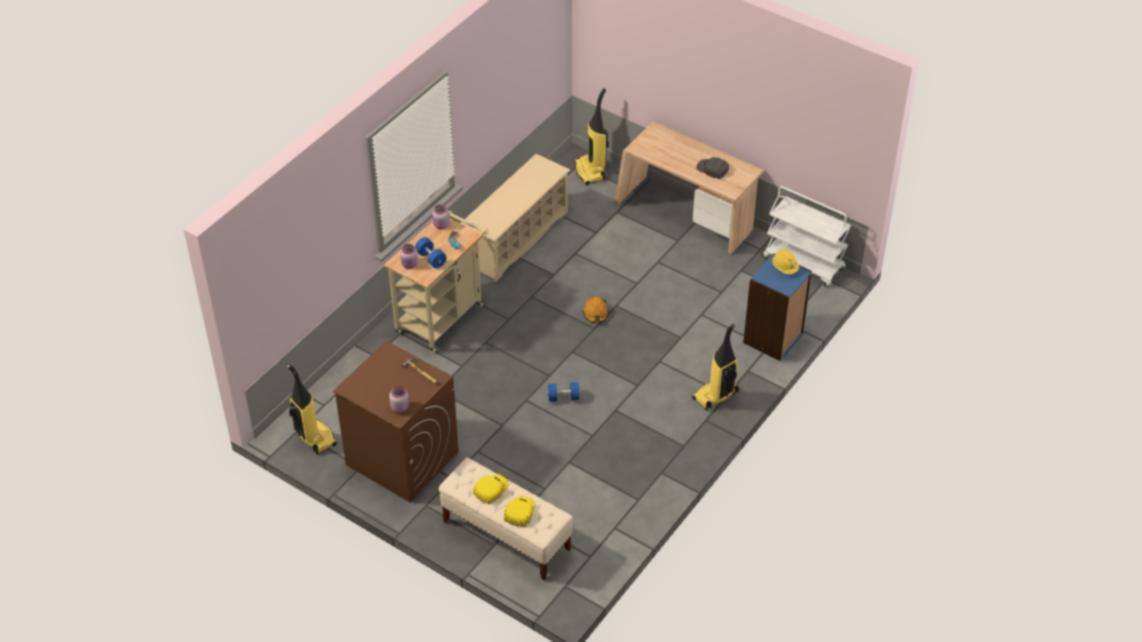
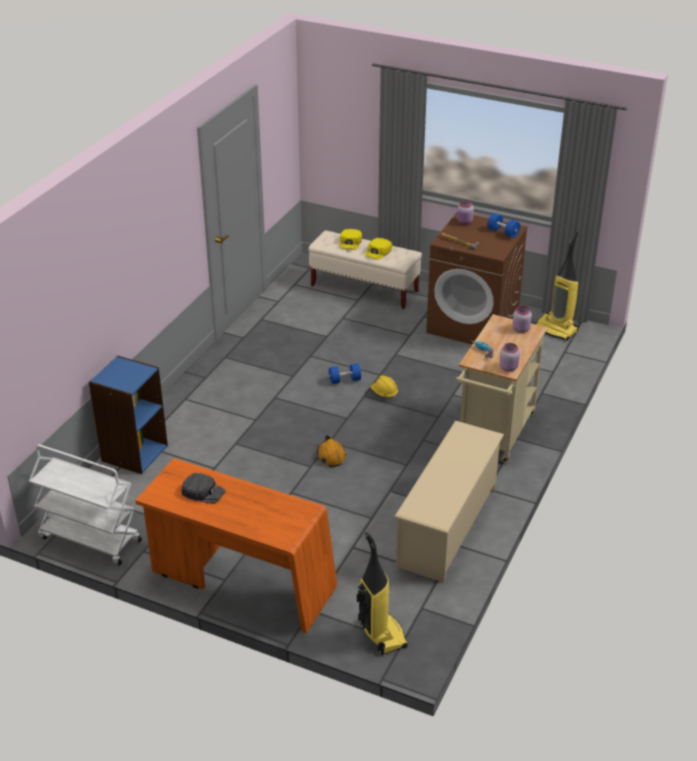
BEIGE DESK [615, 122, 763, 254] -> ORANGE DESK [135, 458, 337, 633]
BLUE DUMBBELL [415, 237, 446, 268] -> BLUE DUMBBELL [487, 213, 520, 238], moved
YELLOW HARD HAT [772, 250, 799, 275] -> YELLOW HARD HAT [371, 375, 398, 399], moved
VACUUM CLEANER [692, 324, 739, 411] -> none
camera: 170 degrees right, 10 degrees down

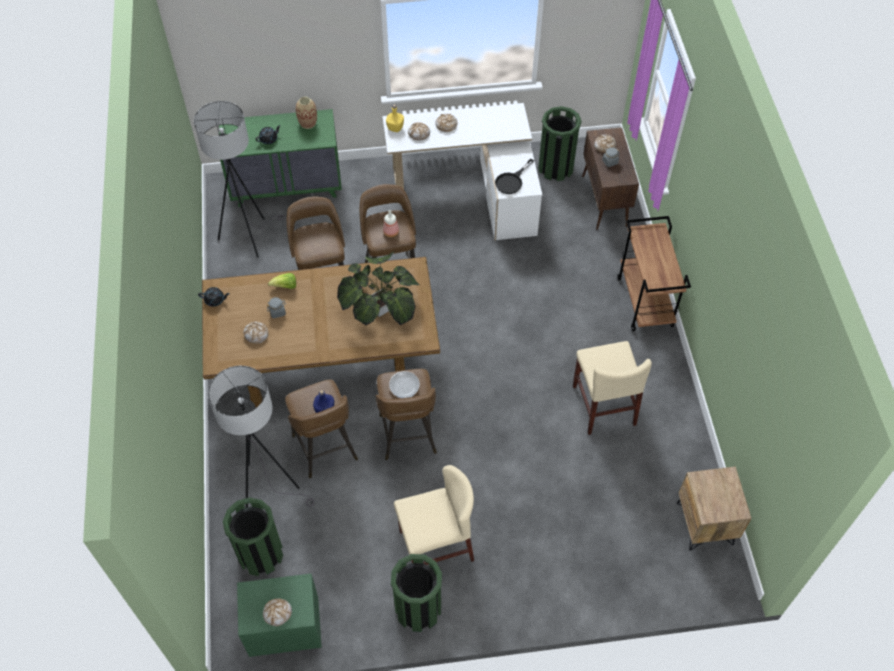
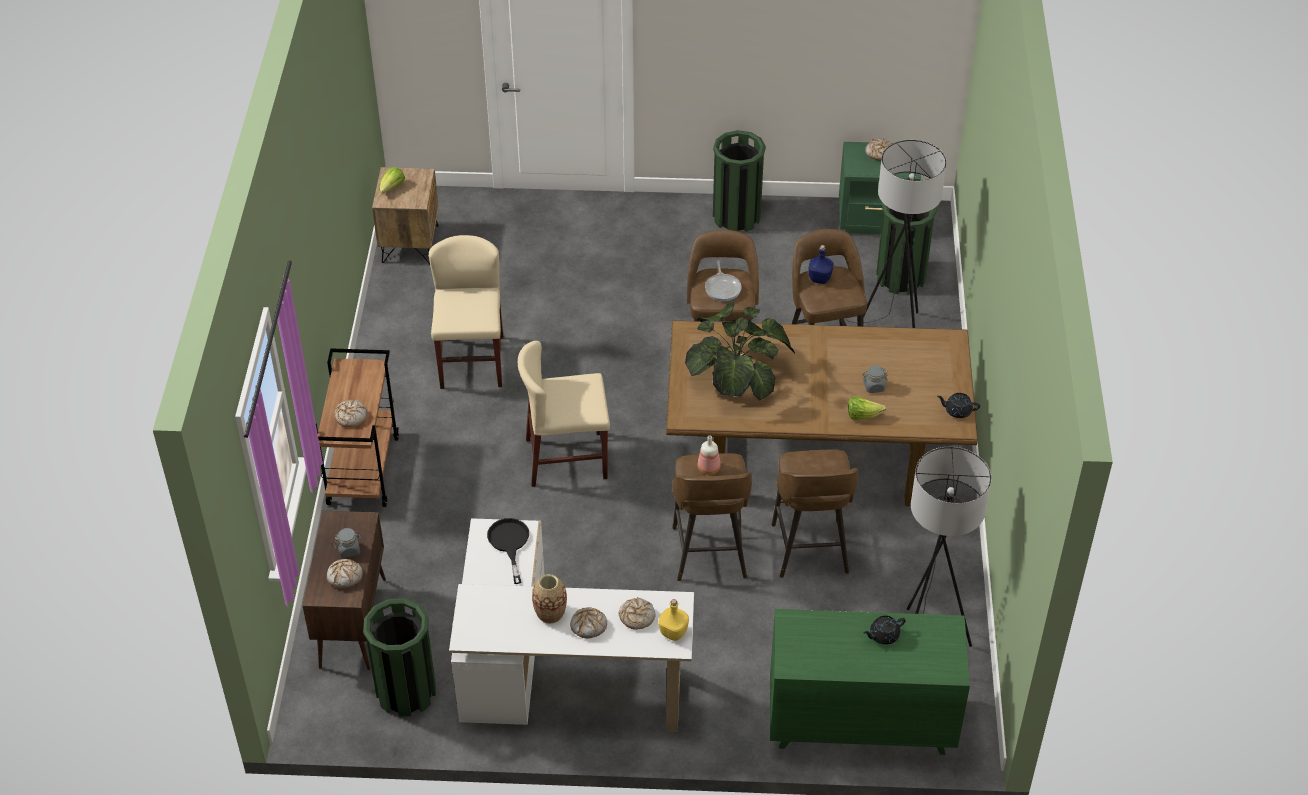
VASE [296, 97, 317, 129] -> VASE [532, 574, 567, 624], moved
BLACK FRYING PAN [495, 159, 534, 194] -> BLACK FRYING PAN [487, 518, 529, 584], 60 degrees counterclockwise
BREAD [244, 321, 269, 343] -> BREAD [334, 399, 367, 427], moved
BEIGE CHAIR [394, 465, 474, 565] -> BEIGE CHAIR [518, 341, 610, 487], moved
none -> LETTUCE [380, 167, 405, 194]
camera: 170 degrees left, 10 degrees down

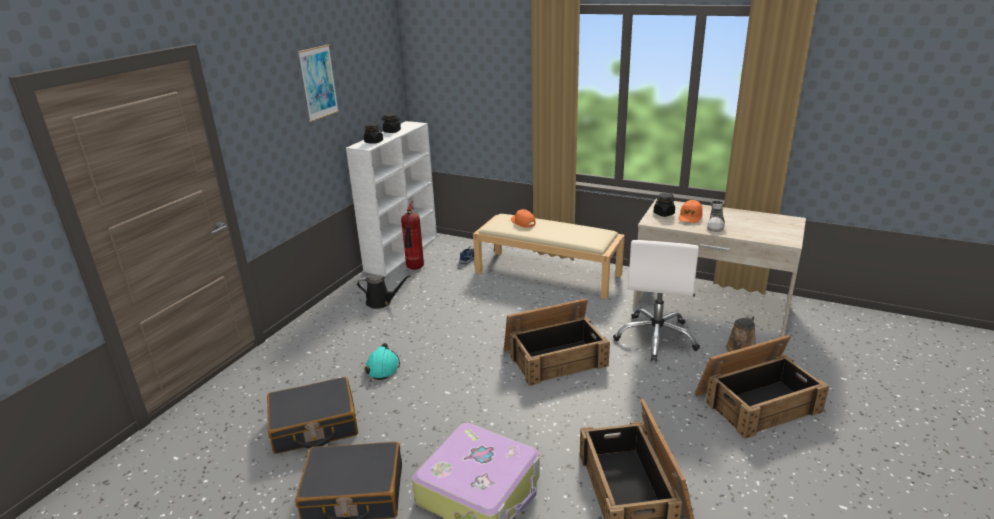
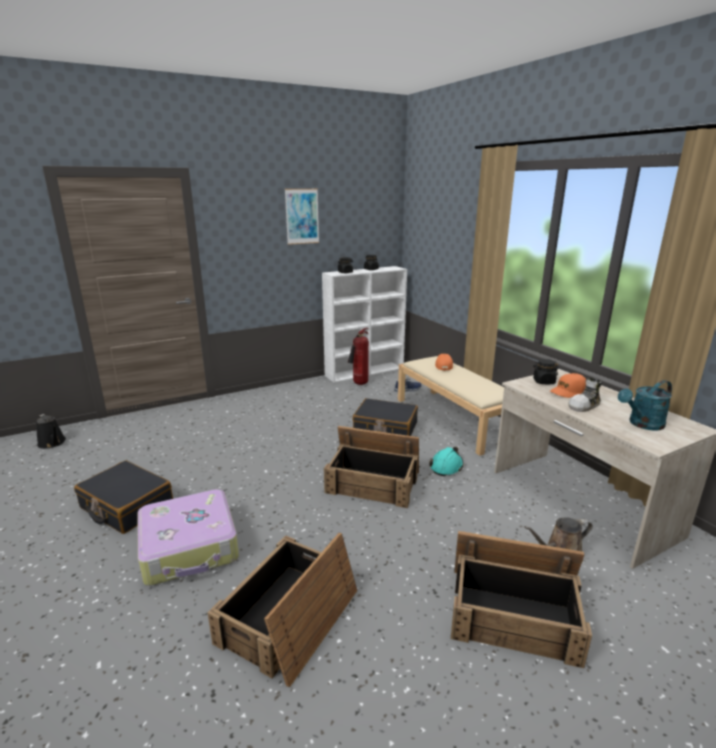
WHITE OFFICE CHAIR [613, 240, 700, 362] -> none
BLACK WATERING CAN [357, 275, 410, 309] -> BLACK WATERING CAN [36, 414, 66, 449], moved
TURQUOISE HARD HAT [365, 343, 400, 380] -> TURQUOISE HARD HAT [429, 447, 463, 476], moved
BLACK SUITCASE [267, 377, 358, 454] -> BLACK SUITCASE [353, 398, 418, 436], moved
none -> TURQUOISE WATERING CAN [618, 380, 672, 430]
camera: 35 degrees right, 5 degrees down

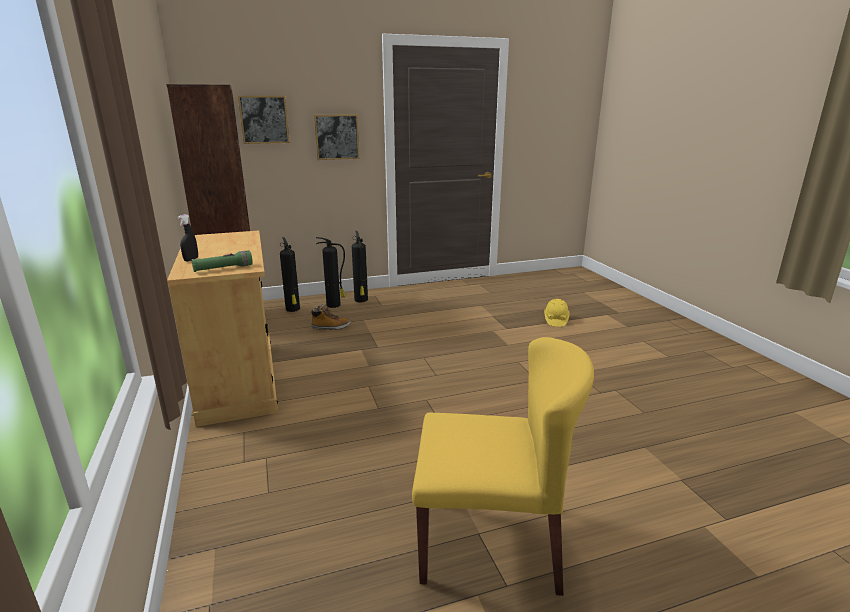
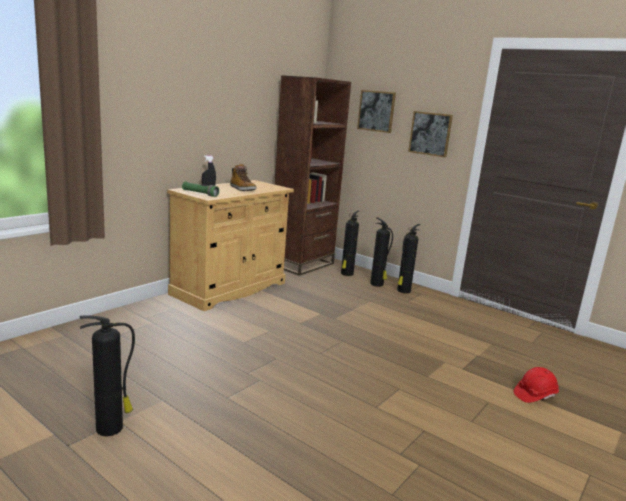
YELLOW HARD HAT [544, 299, 570, 327] -> RED HARD HAT [513, 367, 559, 403]
BOOT [310, 304, 351, 330] -> BOOT [230, 163, 257, 191], moved
YELLOW CHAIR [412, 337, 594, 596] -> FIRE EXTINGUISHER [80, 315, 135, 436]
camera: 55 degrees right, 5 degrees down

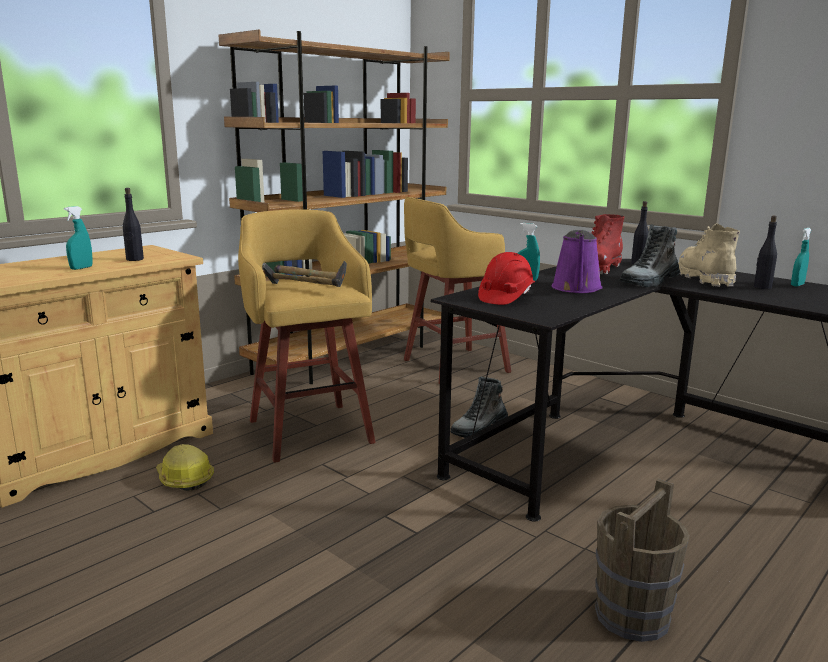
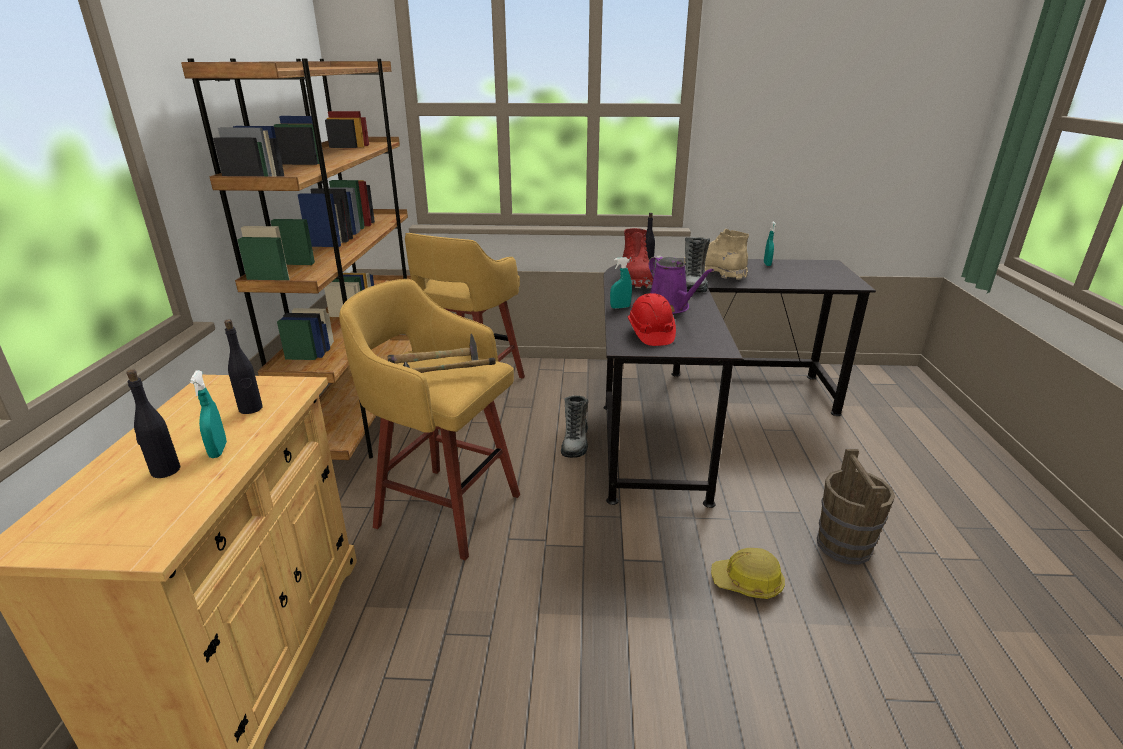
BLACK BOTTLE [754, 216, 777, 289] -> BLACK BOTTLE [126, 369, 181, 478], moved
HARD HAT [156, 444, 214, 491] -> HARD HAT [711, 548, 785, 599], moved
camera: 40 degrees left, 10 degrees up

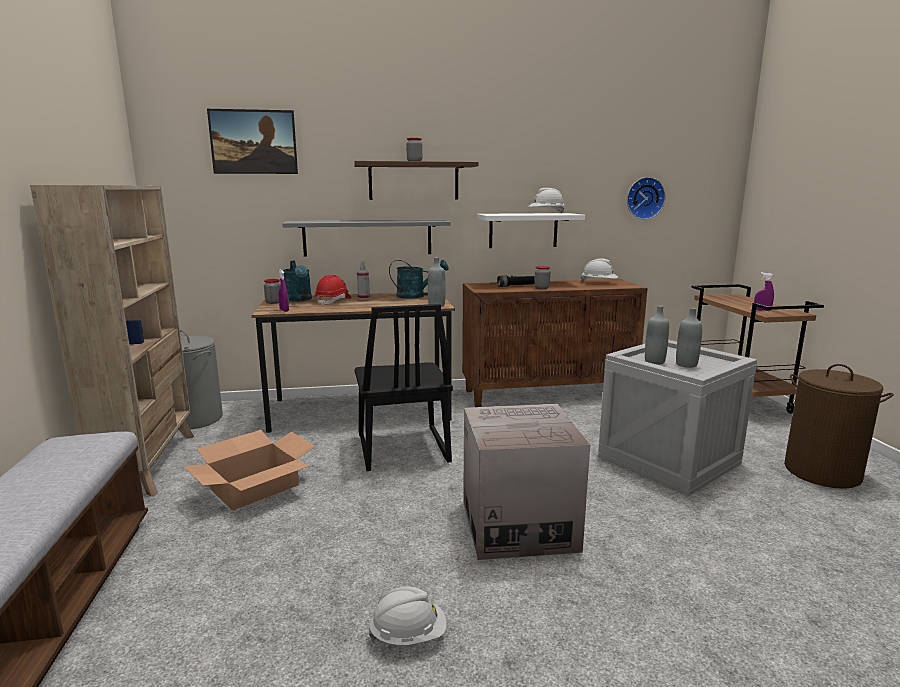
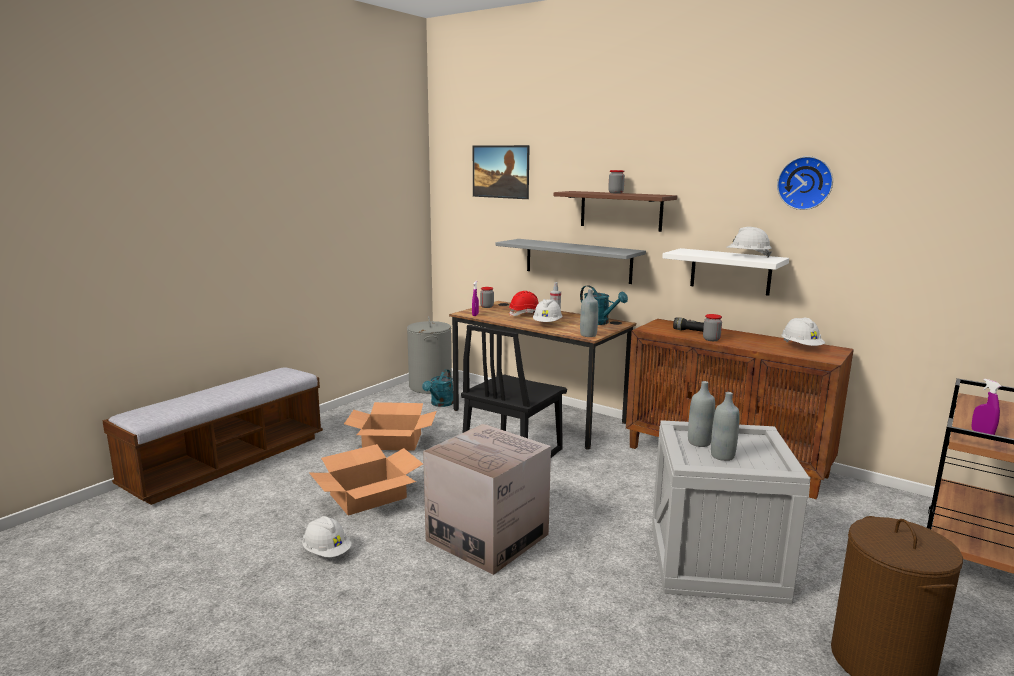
WALL CLOCK [627, 177, 666, 220] -> WALL CLOCK [777, 156, 833, 210], moved
BEIGE BOOKCASE [30, 185, 194, 496] -> none
TURQUOISE WATERING CAN [283, 261, 312, 301] -> TURQUOISE WATERING CAN [422, 369, 453, 407], moved
none -> WHITE HARD HAT [533, 299, 562, 322]
none -> CARDBOARD BOX [309, 444, 423, 516]
camera: 45 degrees right, 0 degrees up

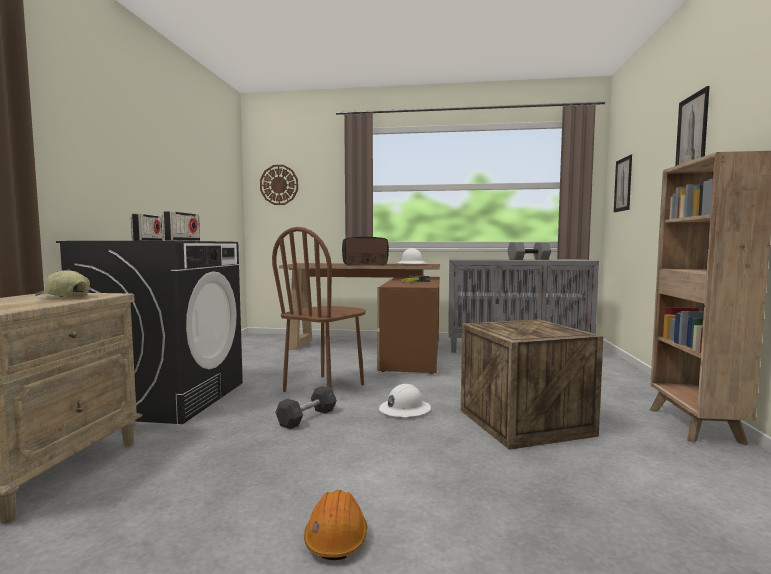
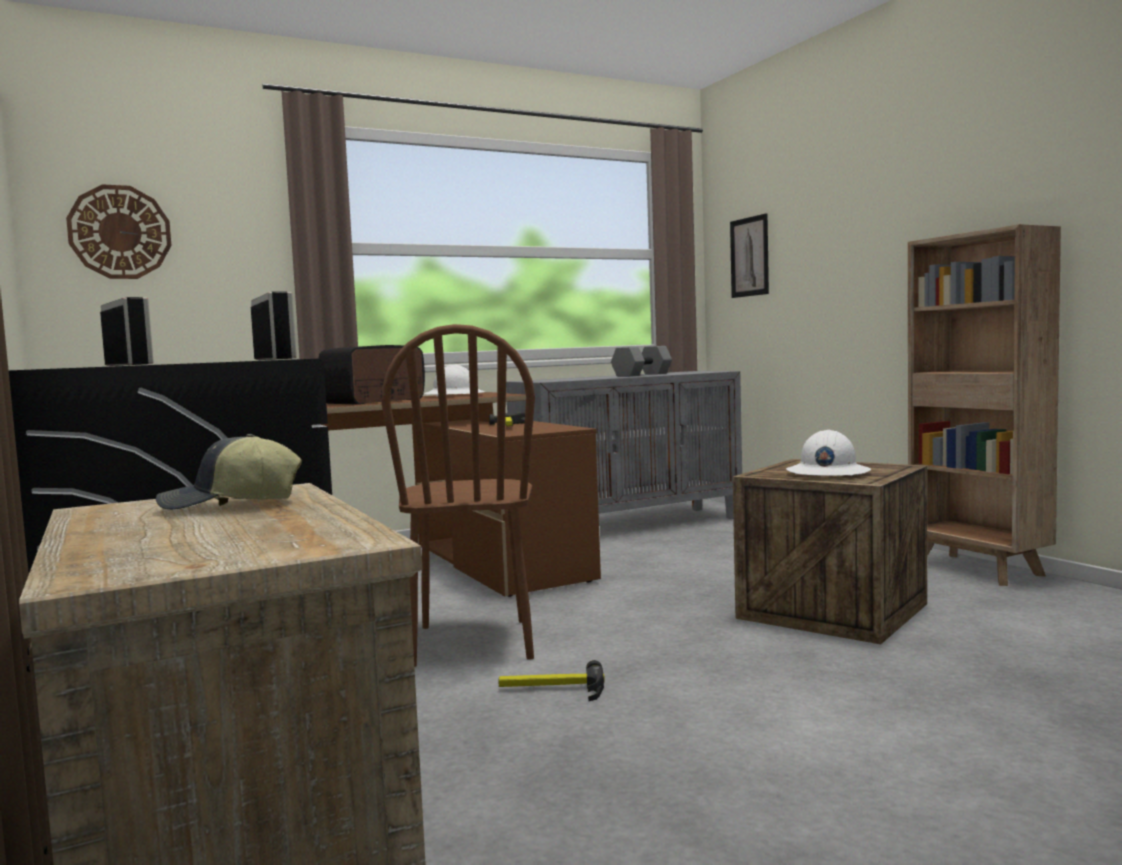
PICTURE [675, 86, 709, 166] -> none
WHITE HARD HAT [379, 384, 431, 417] -> WHITE HARD HAT [786, 430, 871, 476], moved
GREY DUMBBELL [275, 386, 337, 429] -> HAMMER [498, 660, 605, 701]
ORANGE HARD HAT [304, 490, 367, 560] -> none
camera: 35 degrees left, 0 degrees up

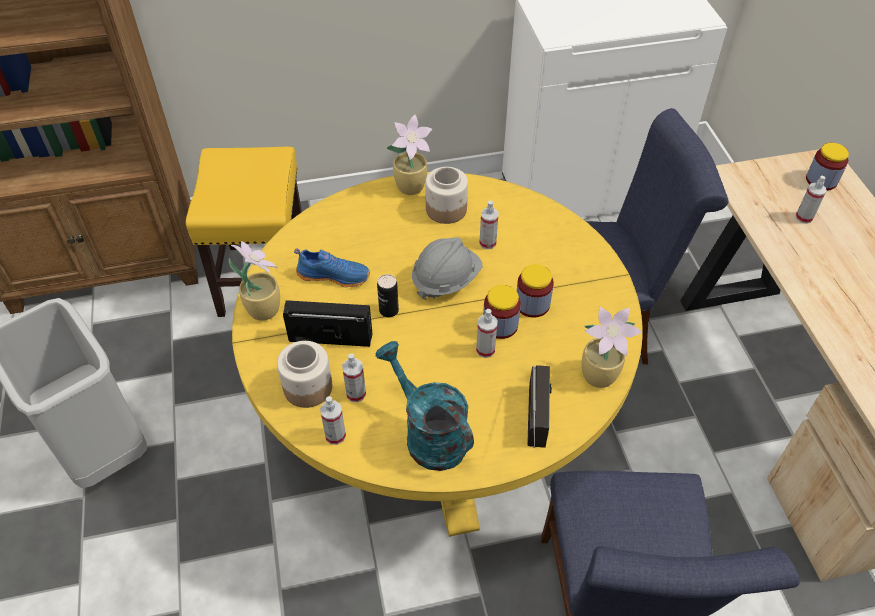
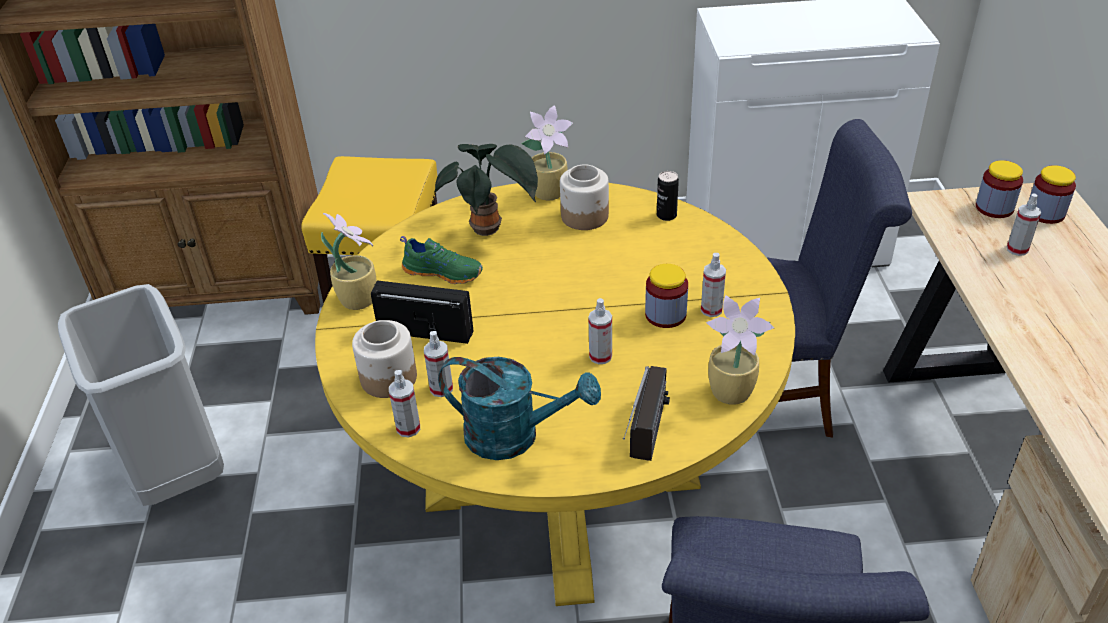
SPRAY BOTTLE [479, 201, 499, 249] -> SPRAY BOTTLE [701, 253, 726, 317], moved
GREY HARD HAT [412, 237, 482, 301] -> none
BLUE SHOE [294, 249, 370, 287] -> GREEN SHOE [400, 236, 483, 284]
CAN [377, 274, 399, 317] -> CAN [657, 171, 679, 221], moved
JAR [483, 285, 521, 339] -> JAR [976, 160, 1023, 218], moved
TURQUOISE WATERING CAN [376, 341, 474, 471] -> TURQUOISE WATERING CAN [438, 357, 601, 460], 135 degrees clockwise
none -> POTTED PLANT [435, 144, 538, 236]
camera: 10 degrees right, 10 degrees down

